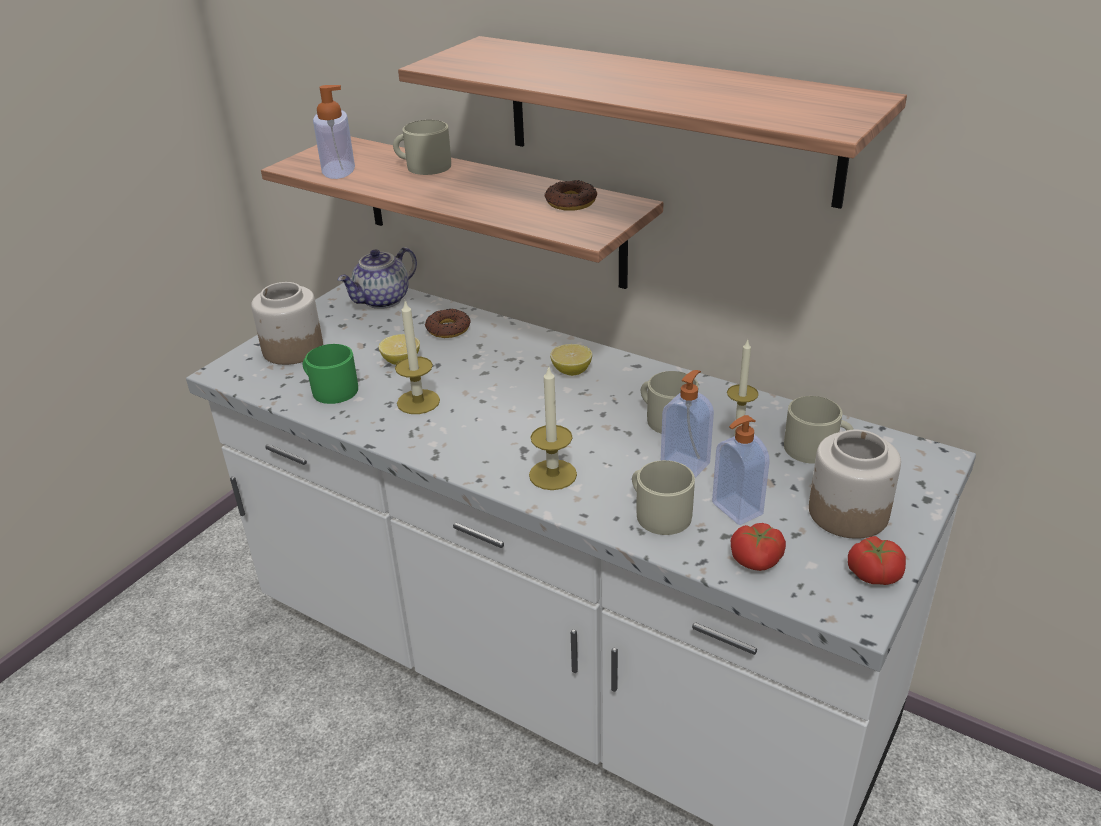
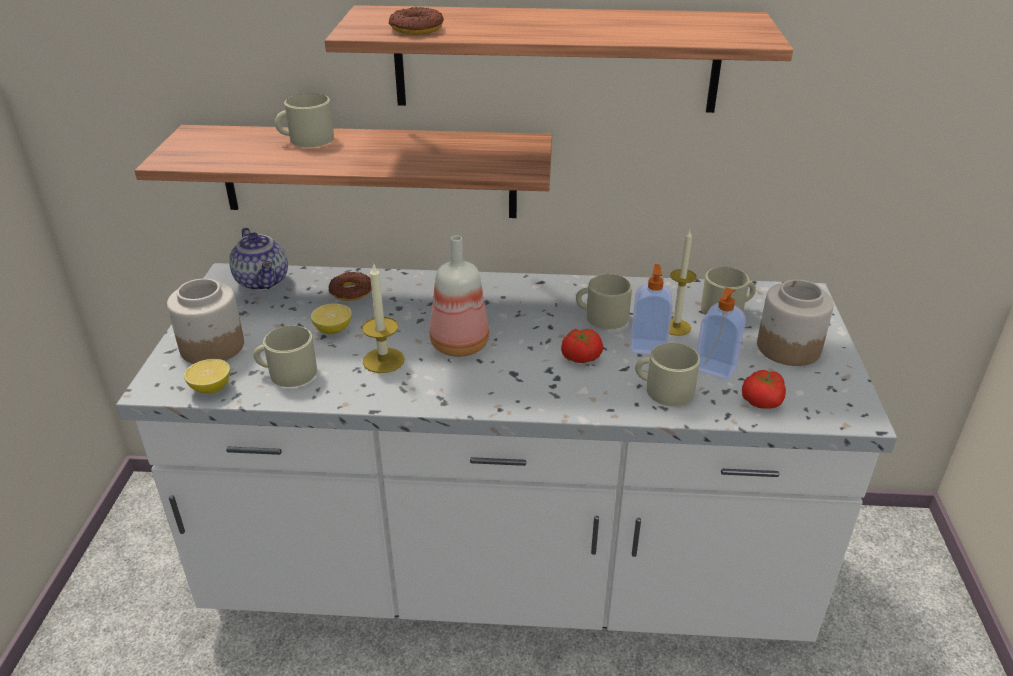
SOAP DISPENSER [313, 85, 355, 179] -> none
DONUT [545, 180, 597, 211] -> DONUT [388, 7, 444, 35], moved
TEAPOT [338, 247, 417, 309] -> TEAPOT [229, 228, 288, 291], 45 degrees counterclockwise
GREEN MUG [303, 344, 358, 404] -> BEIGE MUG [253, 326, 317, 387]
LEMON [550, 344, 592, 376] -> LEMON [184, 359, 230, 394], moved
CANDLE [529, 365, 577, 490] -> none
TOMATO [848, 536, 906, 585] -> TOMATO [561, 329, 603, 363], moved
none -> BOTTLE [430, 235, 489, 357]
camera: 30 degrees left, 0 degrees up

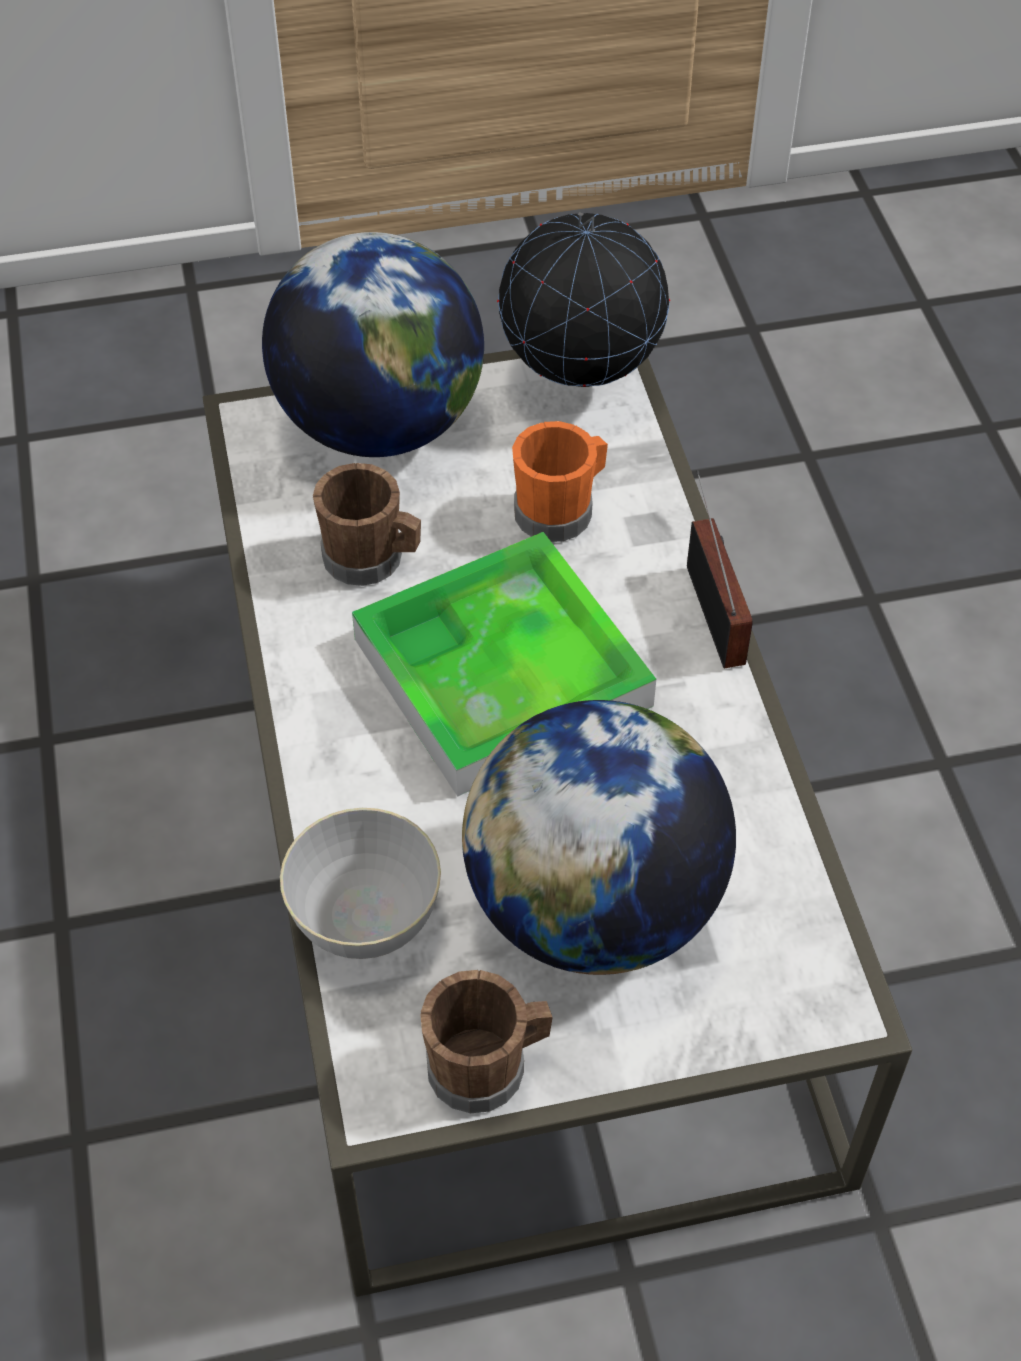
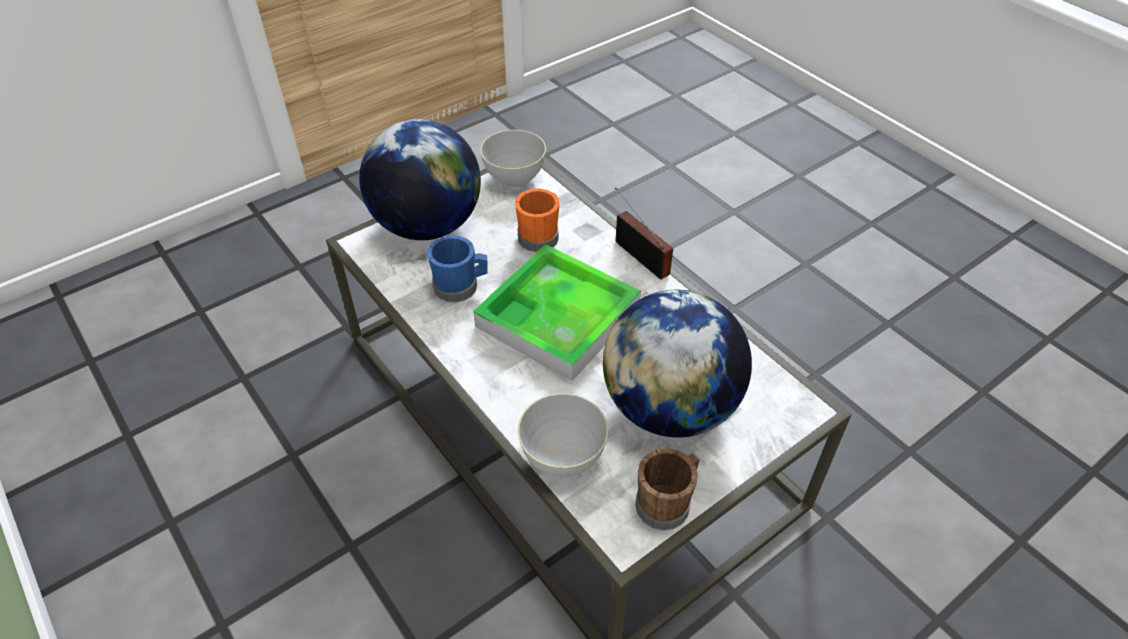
GLOBE [497, 212, 670, 387] -> GREY BOWL [480, 130, 546, 187]
BROWN MUG [313, 463, 421, 586] -> BLUE MUG [427, 235, 488, 302]
camera: 25 degrees left, 5 degrees down

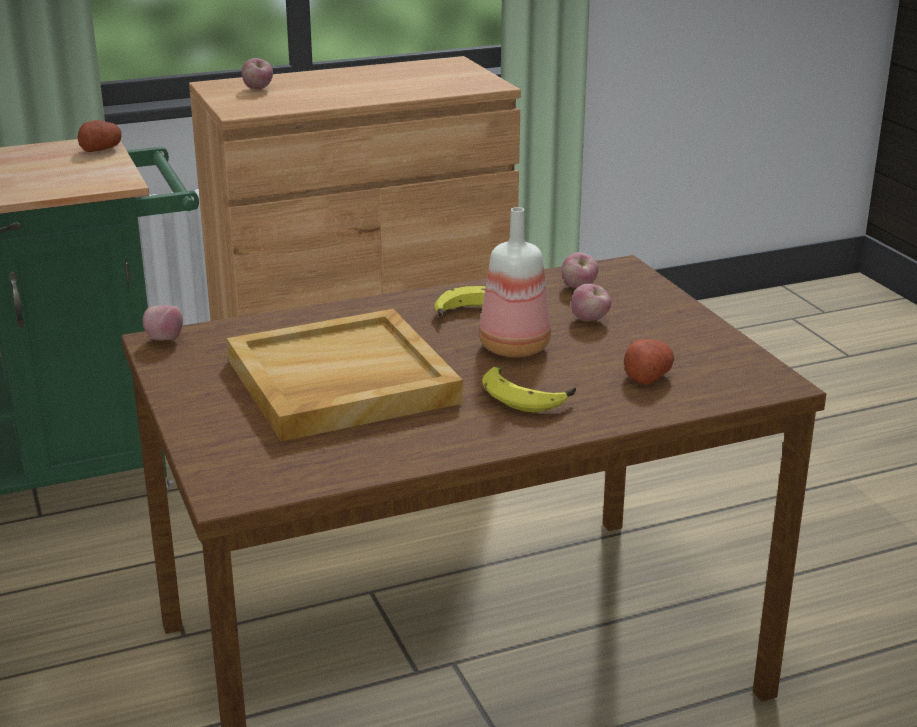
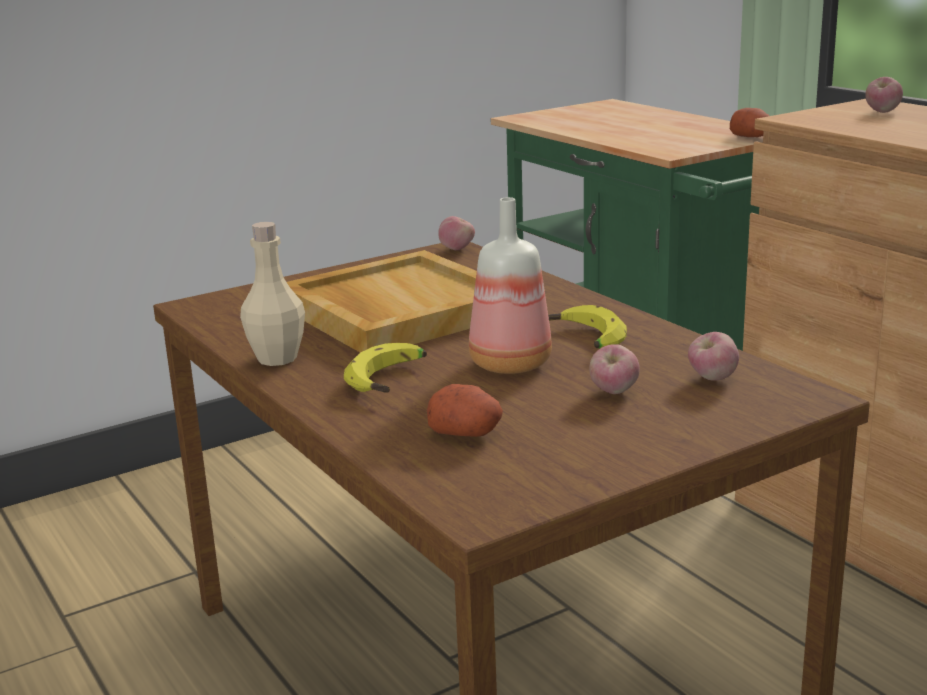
none -> BEIGE BOTTLE [240, 222, 305, 366]
camera: 80 degrees right, 5 degrees down

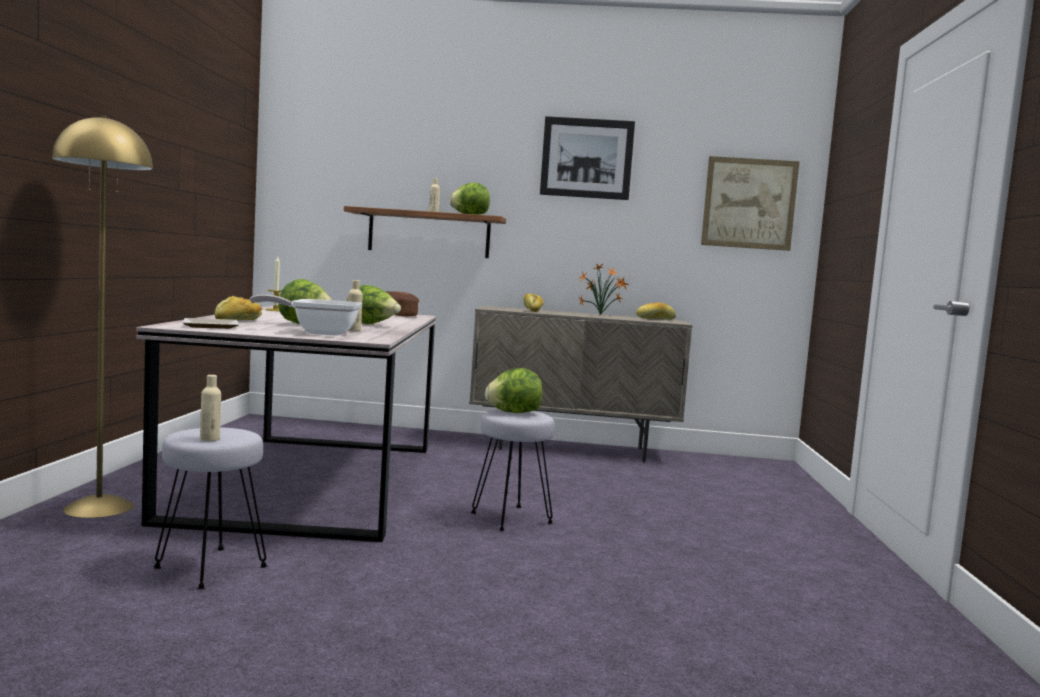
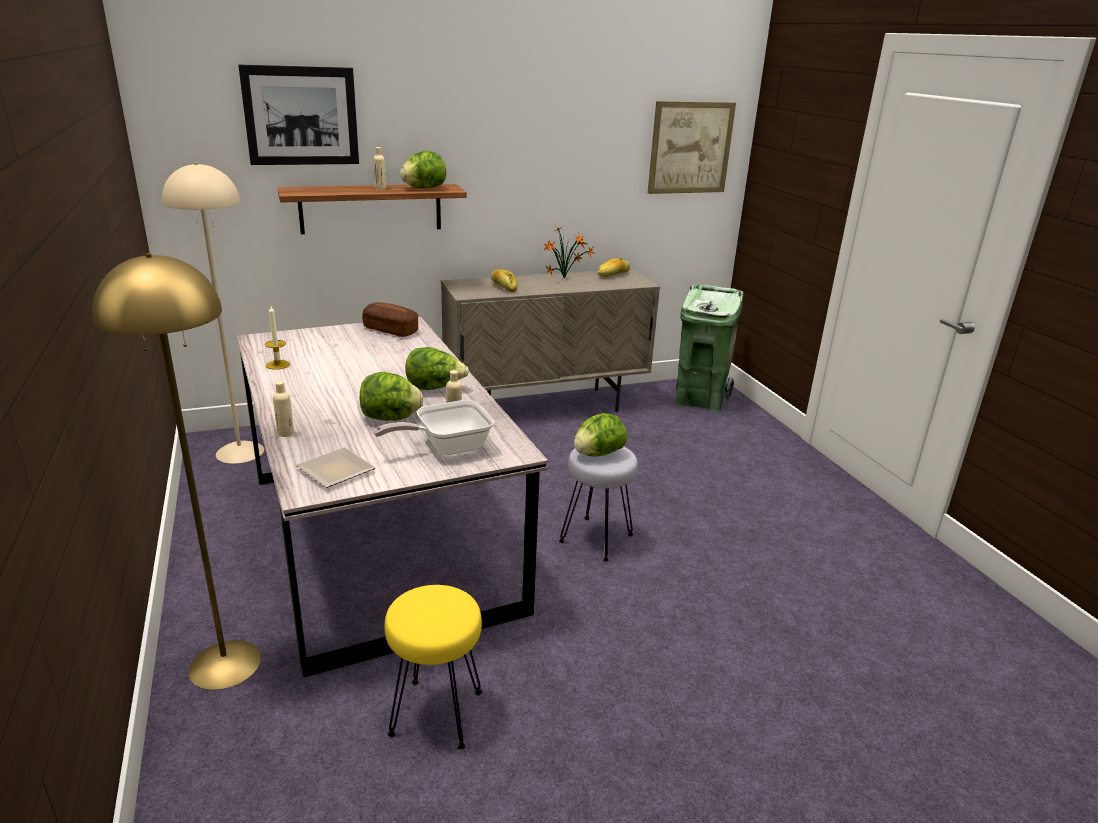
PICTURE [540, 116, 635, 200] -> PICTURE [238, 65, 359, 165], moved
BREAD [215, 296, 262, 321] -> none
BEIGE BOTTLE [200, 375, 221, 441] -> BEIGE BOTTLE [273, 381, 294, 437], moved
GREY STOOL [153, 428, 268, 589] -> YELLOW STOOL [385, 585, 482, 749]
none -> BEIGE FLOOR LAMP [162, 162, 264, 464]
none -> GREEN TRASH CAN [676, 285, 744, 413]
camera: 25 degrees left, 20 degrees up

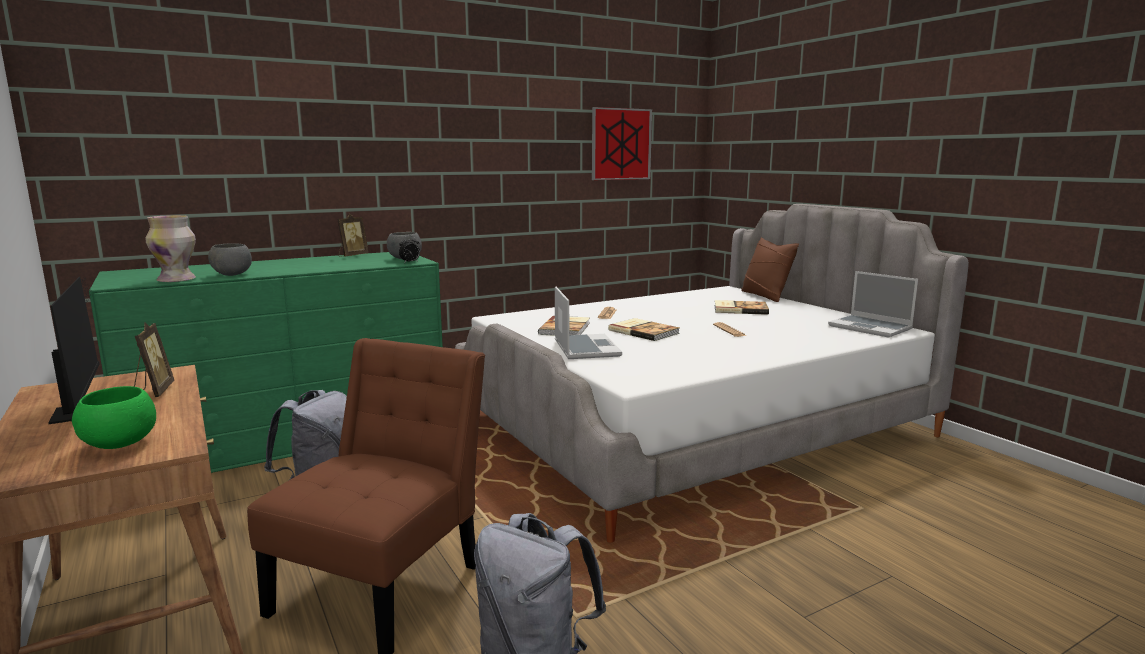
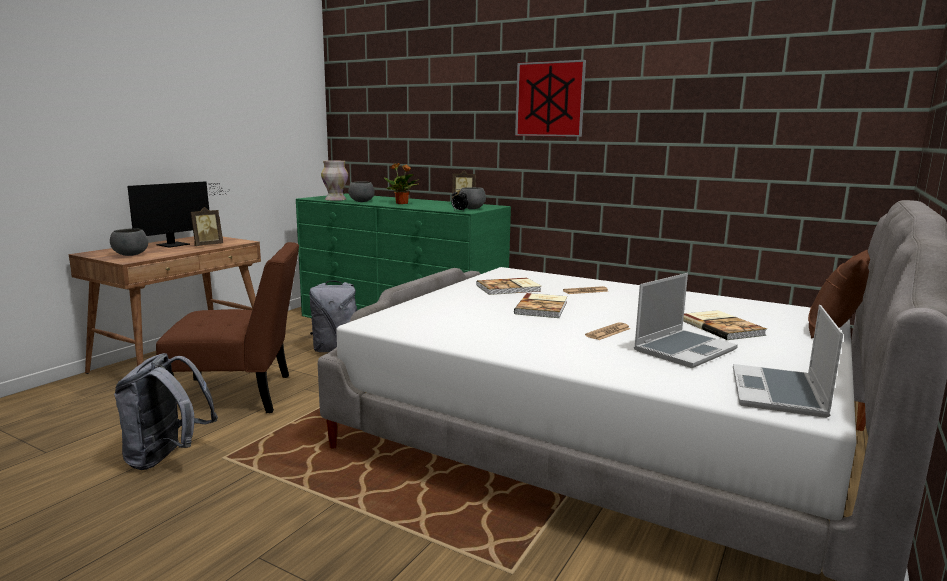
PICTURE [592, 107, 652, 180] -> PICTURE [515, 60, 586, 137], moved
LAPTOP [555, 287, 622, 359] -> LAPTOP [634, 273, 738, 368], moved
GREEN BOWL [72, 386, 156, 449] -> GREY BOWL [110, 228, 148, 256]
none -> POTTED PLANT [384, 163, 419, 204]
camera: 60 degrees right, 0 degrees up

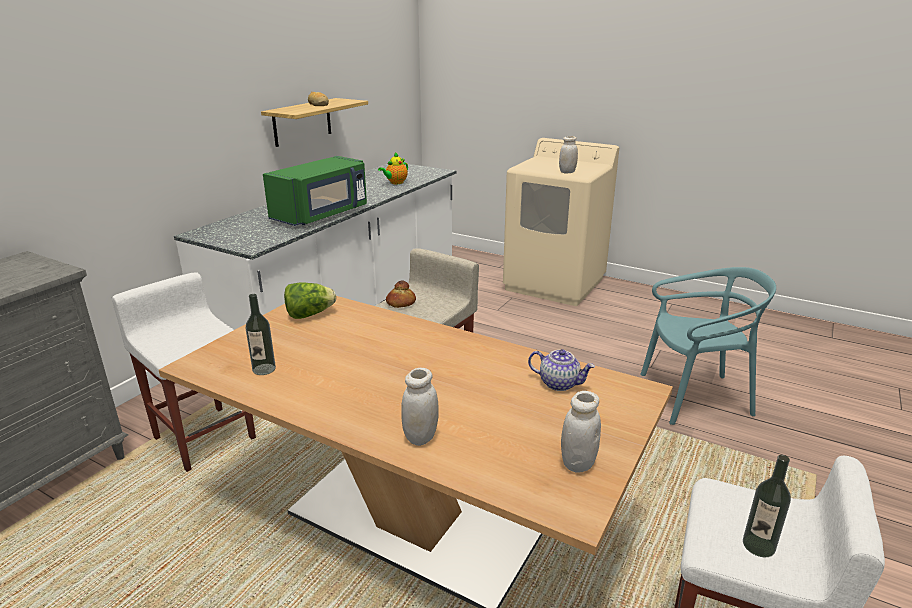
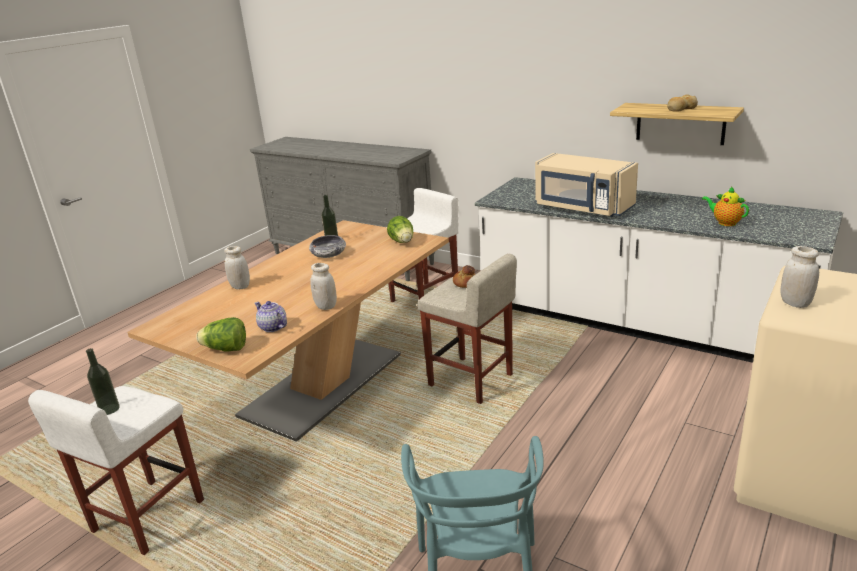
GREEN MICROWAVE [263, 156, 367, 226] -> BEIGE MICROWAVE [535, 153, 638, 217]
TEAPOT [528, 349, 595, 391] -> TEAPOT [254, 301, 287, 332], 105 degrees clockwise
WHITE JAR [561, 391, 601, 473] -> WHITE JAR [310, 263, 337, 310], moved
none -> BOWL [309, 235, 346, 258]
none -> LETTUCE [196, 317, 246, 351]
camera: 95 degrees right, 0 degrees up

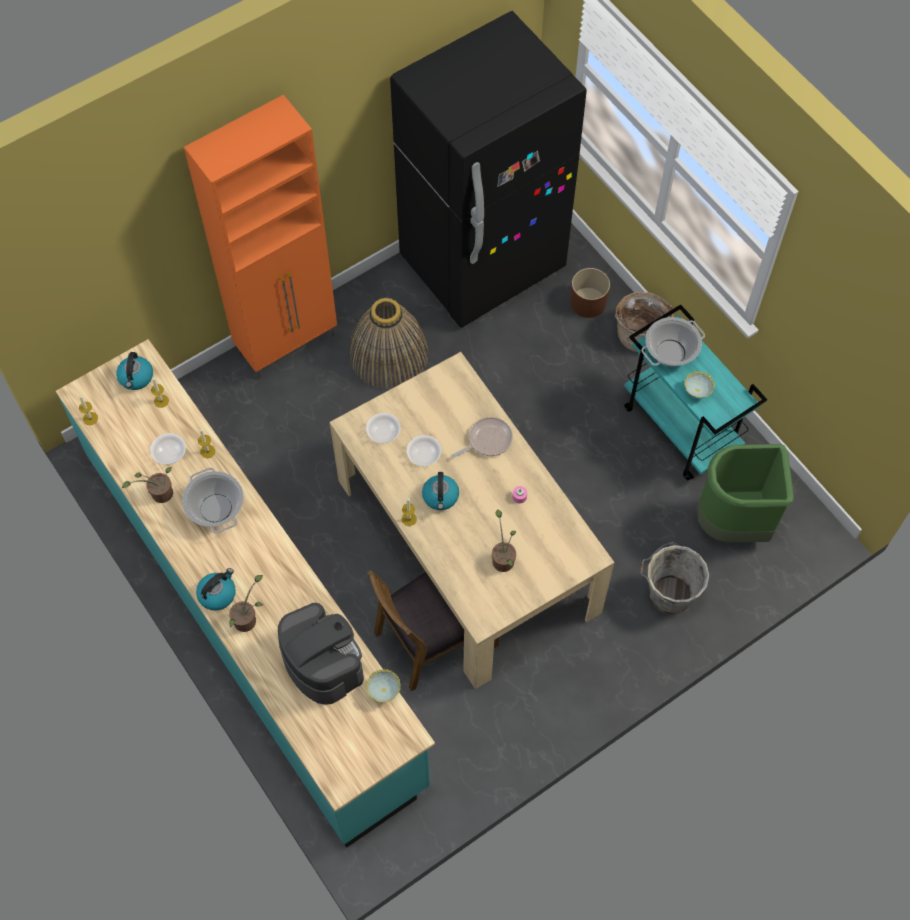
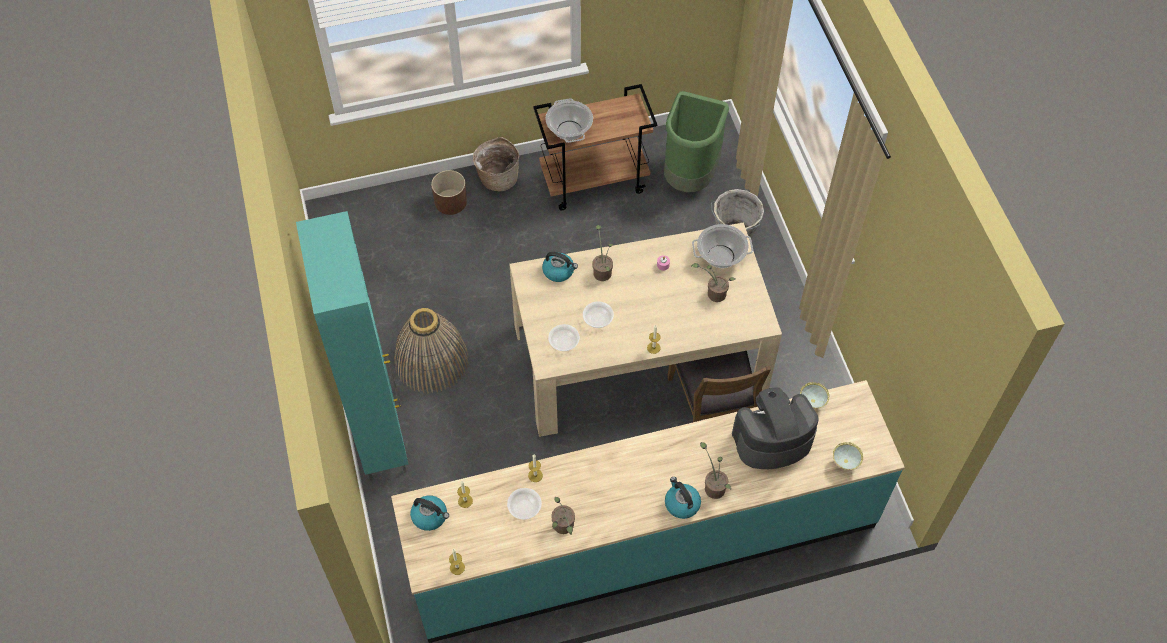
BLACK FRIDGE [390, 11, 587, 328] -> none
ORANGE CABINET [184, 95, 337, 379] -> TURQUOISE CABINET [296, 211, 408, 481]
TURQUOISE CART [624, 304, 767, 480] -> BROWN CART [533, 84, 657, 210]
BOWL [684, 371, 715, 398] -> BOWL [833, 442, 863, 470], moved
FRYING PAN [451, 417, 513, 458] -> POTTED PLANT [592, 225, 613, 281]
COOKING POT [182, 468, 244, 533] -> COOKING POT [692, 224, 753, 268], moved
KETTLE [422, 472, 459, 510] -> KETTLE [542, 252, 578, 282], moved
camera: 70 degrees left, 5 degrees down

